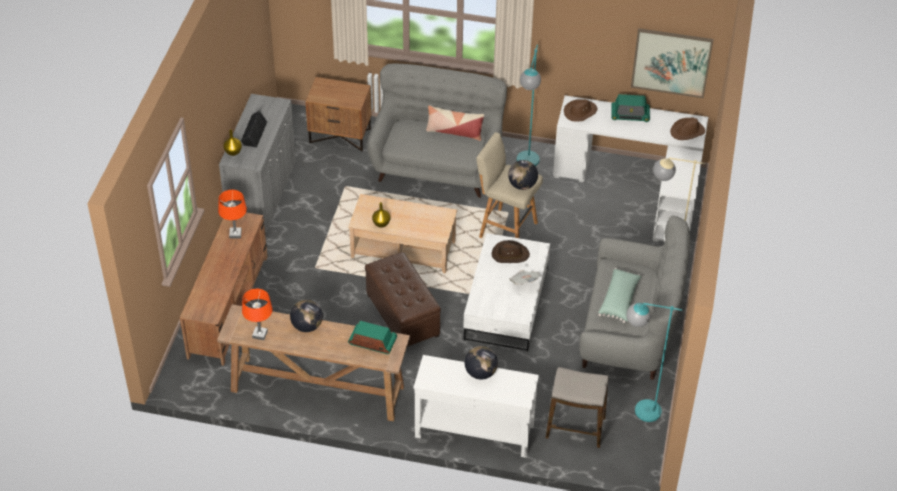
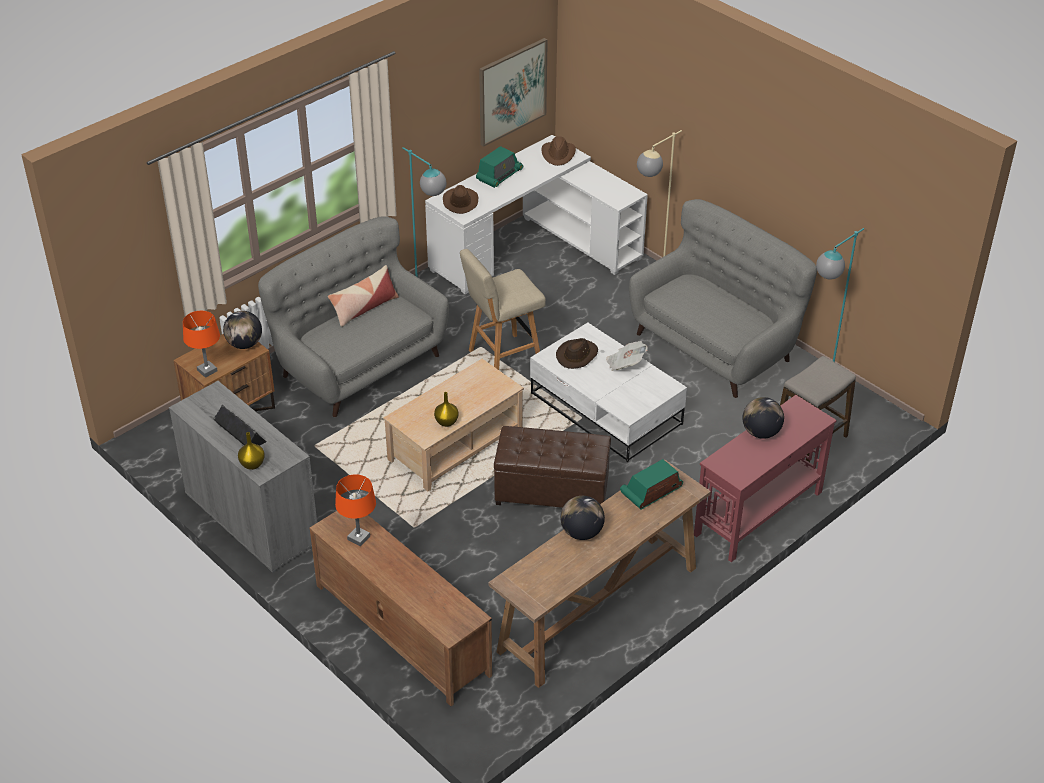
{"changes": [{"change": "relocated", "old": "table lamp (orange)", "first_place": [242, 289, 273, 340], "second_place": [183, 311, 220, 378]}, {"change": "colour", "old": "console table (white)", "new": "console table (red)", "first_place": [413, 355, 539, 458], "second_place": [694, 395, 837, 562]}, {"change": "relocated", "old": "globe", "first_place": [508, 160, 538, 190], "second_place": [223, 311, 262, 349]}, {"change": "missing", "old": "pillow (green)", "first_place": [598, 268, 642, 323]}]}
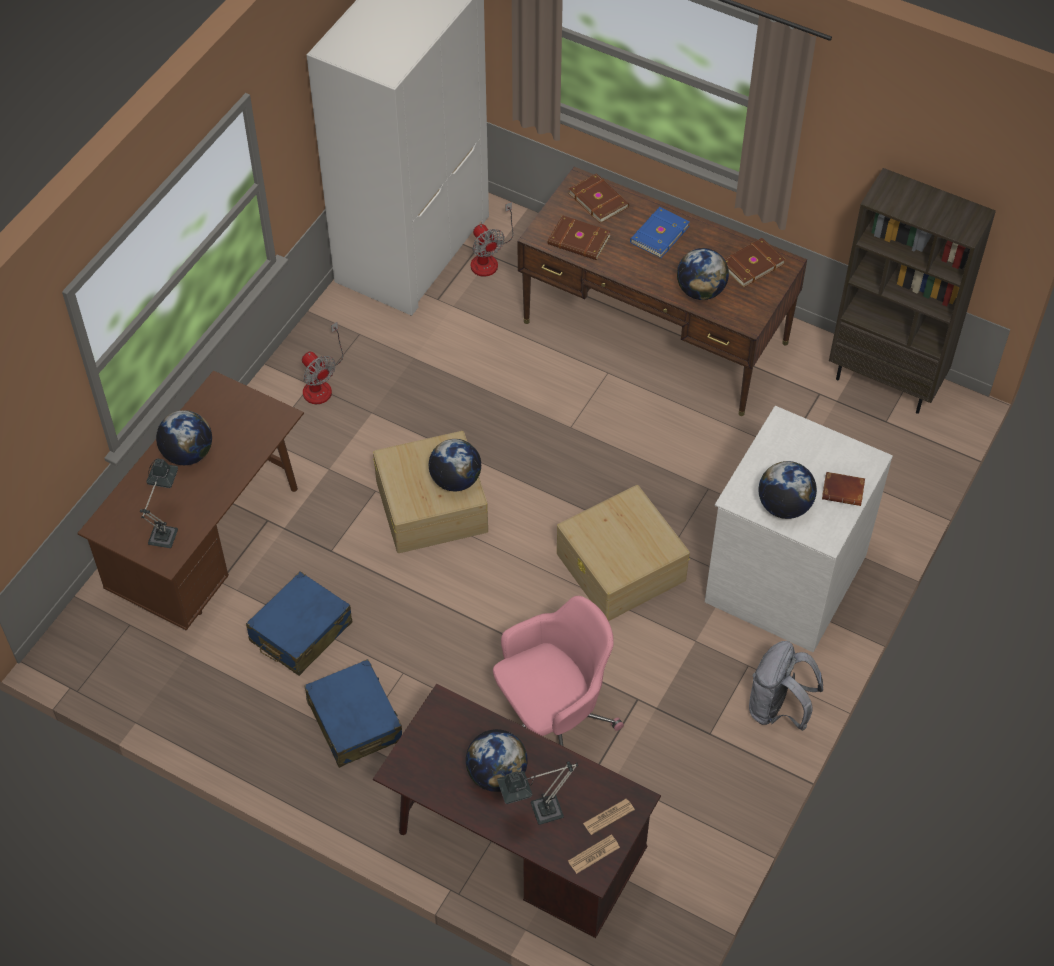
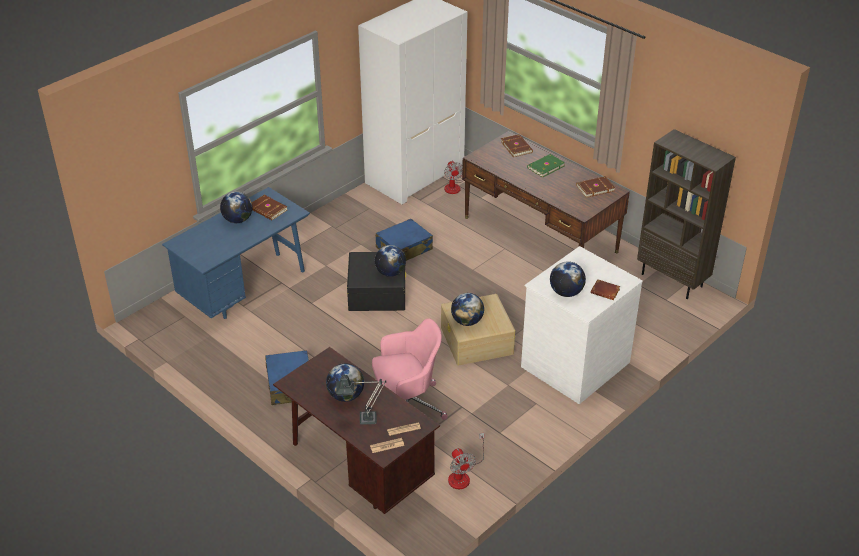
{"changes": [{"change": "colour", "old": "desk (brown)", "new": "desk (blue)", "first_place": [77, 370, 304, 630], "second_place": [162, 187, 310, 319]}, {"change": "missing", "old": "table lamp", "first_place": [140, 458, 178, 548]}, {"change": "relocated", "old": "suitcase (blue)", "first_place": [246, 572, 353, 676], "second_place": [376, 219, 433, 261]}, {"change": "relocated", "old": "fan", "first_place": [302, 322, 343, 404], "second_place": [448, 432, 485, 489]}, {"change": "colour", "old": "storage box (beige)", "new": "storage box (black)", "first_place": [373, 431, 488, 553], "second_place": [347, 252, 406, 311]}, {"change": "relocated", "old": "book (brown)", "first_place": [547, 215, 611, 260], "second_place": [252, 195, 287, 220]}, {"change": "colour", "old": "book (blue)", "new": "book (green)", "first_place": [630, 207, 689, 258], "second_place": [527, 154, 565, 178]}, {"change": "relocated", "old": "globe", "first_place": [677, 248, 729, 300], "second_place": [451, 293, 484, 326]}, {"change": "missing", "old": "backpack (grey)", "first_place": [749, 641, 823, 731]}]}
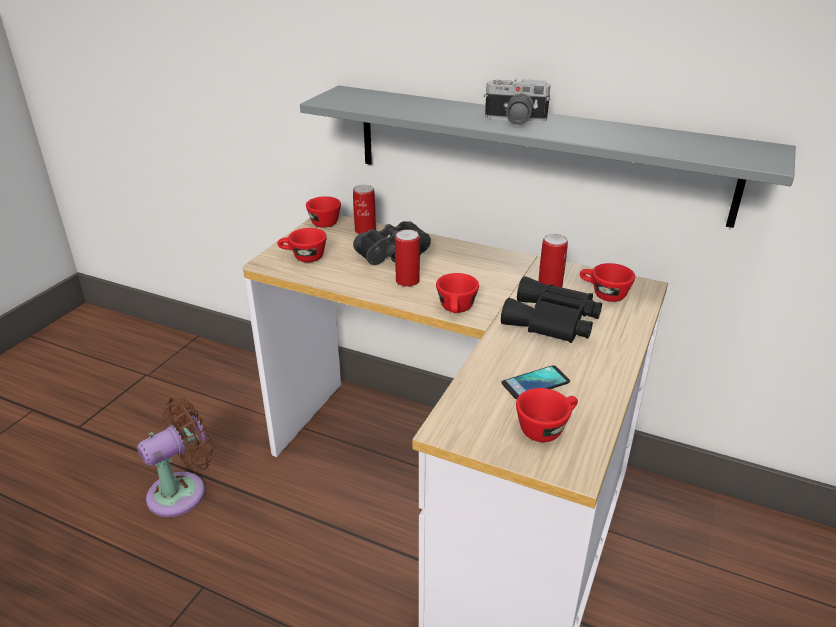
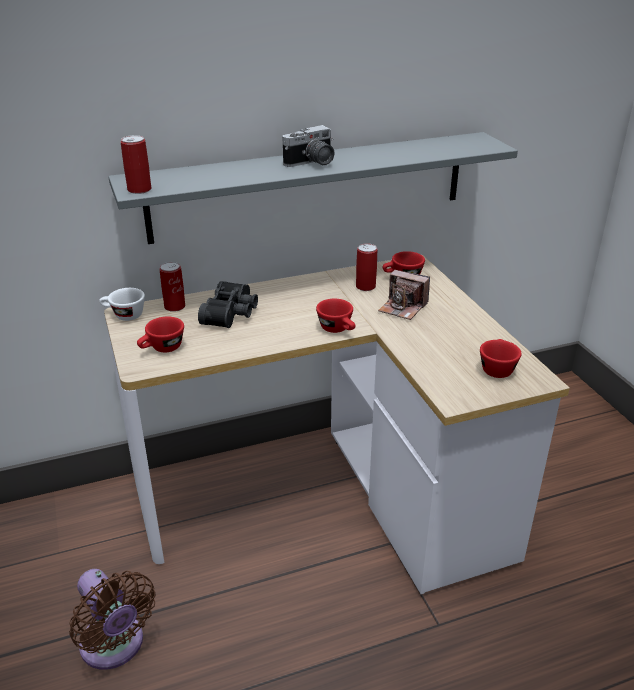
{"changes": [{"change": "spun", "old": "fan (brown)", "first_place": [137, 397, 214, 517], "second_place": [69, 569, 156, 670], "degrees": 135}, {"change": "colour", "old": "cup (red)", "new": "cup (white)", "first_place": [306, 196, 341, 228], "second_place": [99, 288, 145, 321]}, {"change": "relocated", "old": "can", "first_place": [395, 230, 420, 287], "second_place": [120, 135, 151, 194]}, {"change": "exchanged", "old": "binoculars (black)", "new": "photo camera", "first_place": [501, 276, 602, 343], "second_place": [378, 270, 430, 320]}, {"change": "missing", "old": "phone", "first_place": [501, 365, 570, 399]}]}
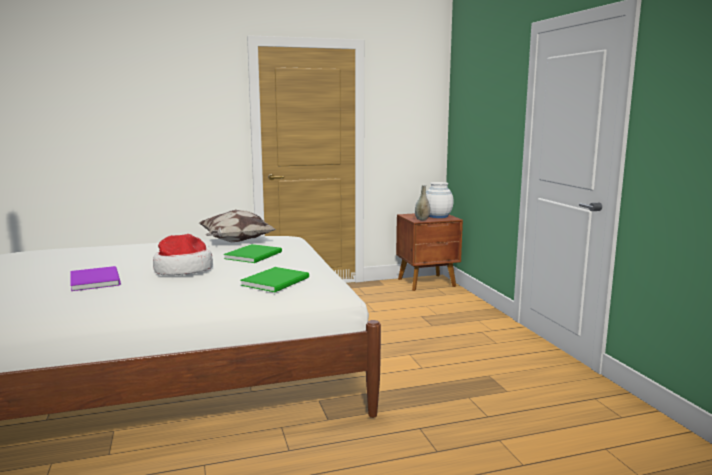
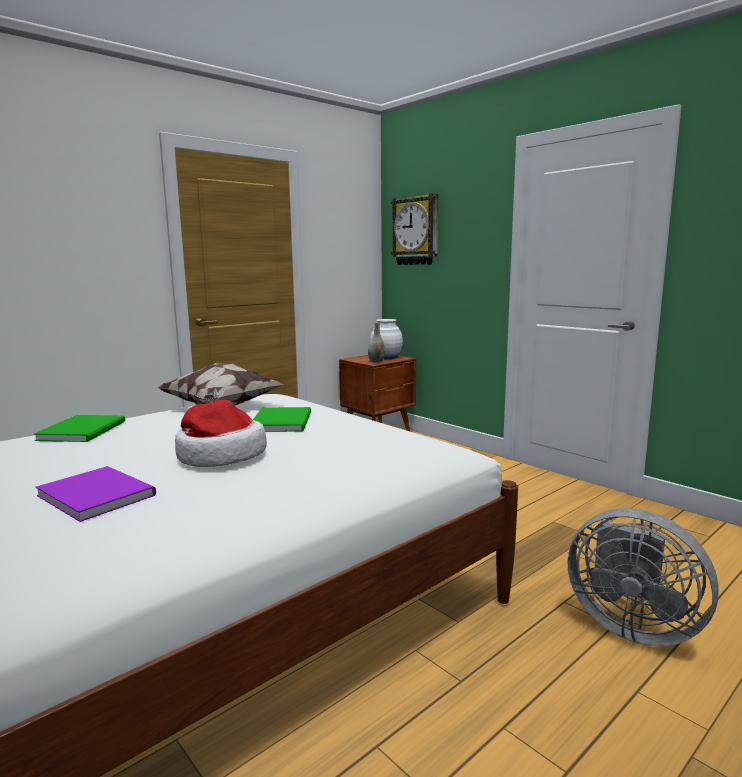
{"changes": [{"change": "relocated", "old": "book (green)", "first_place": [240, 267, 309, 292], "second_place": [34, 415, 125, 442]}, {"change": "appeared", "new": "wall clock", "second_place": [391, 194, 438, 265]}, {"change": "appeared", "new": "fan (grey)", "second_place": [568, 508, 719, 646]}]}
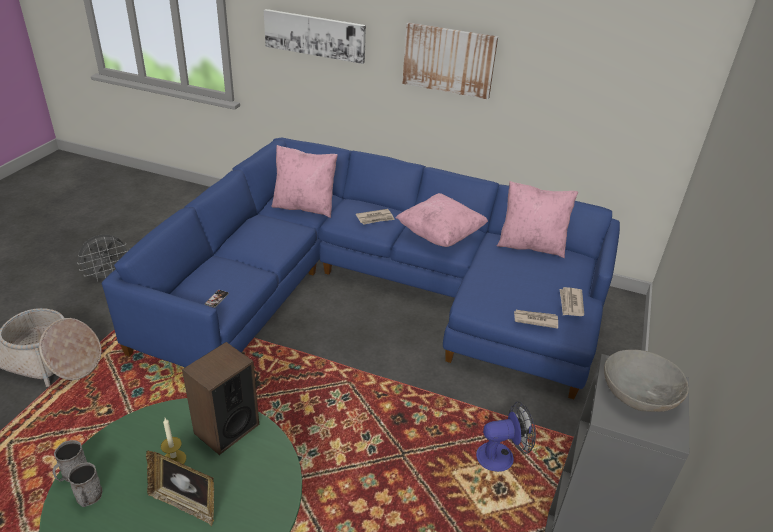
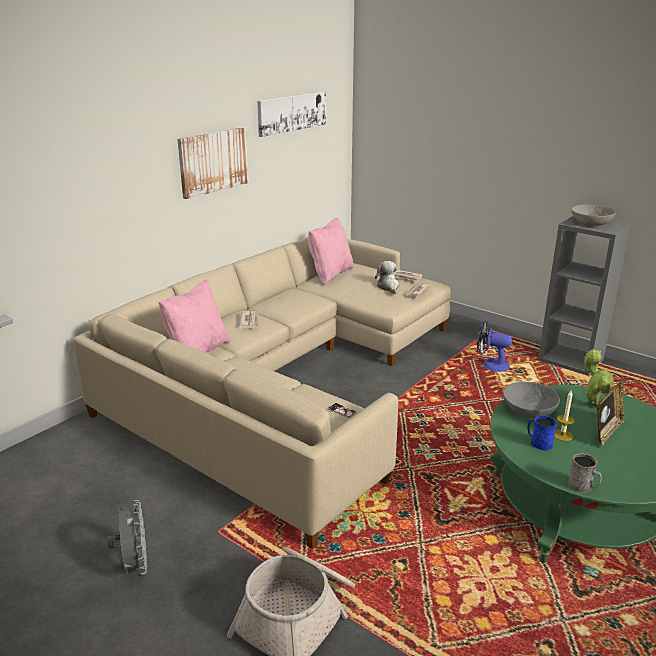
{"changes": [{"change": "missing", "old": "mug (grey)", "first_place": [68, 462, 102, 507]}, {"change": "colour", "old": "sofa (blue)", "new": "sofa (beige)", "first_place": [102, 137, 620, 399], "second_place": [73, 227, 451, 549]}, {"change": "exchanged", "old": "speaker", "new": "bowl (grey)", "first_place": [182, 342, 259, 455], "second_place": [503, 382, 560, 418]}, {"change": "relocated", "old": "picture", "first_place": [264, 9, 366, 64], "second_place": [257, 92, 326, 137]}, {"change": "missing", "old": "pillow (pink)", "first_place": [396, 193, 488, 247]}, {"change": "spun", "old": "fan", "first_place": [476, 401, 536, 472], "second_place": [477, 320, 512, 372], "degrees": -75}, {"change": "appeared", "new": "plush toy", "second_place": [375, 261, 400, 294]}, {"change": "appeared", "new": "mug (blue)", "second_place": [527, 415, 556, 451]}, {"change": "appeared", "new": "potted plant", "second_place": [584, 349, 614, 408]}]}
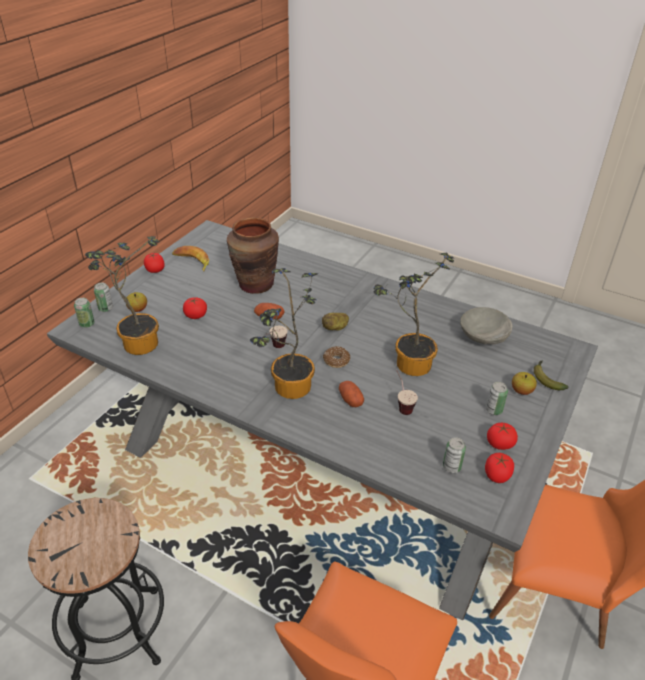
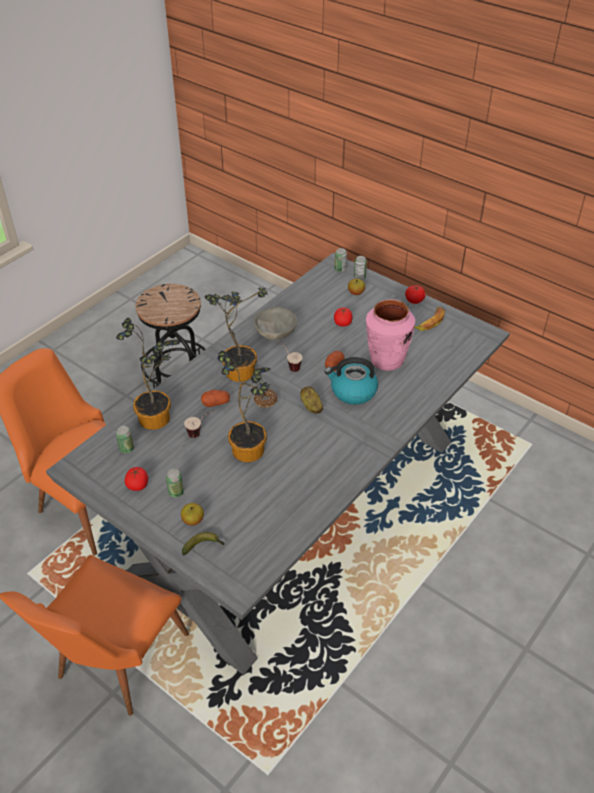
{"changes": [{"change": "relocated", "old": "potted plant", "first_place": [85, 236, 159, 355], "second_place": [116, 318, 179, 430]}, {"change": "colour", "old": "vase (brown)", "new": "vase (pink)", "first_place": [227, 217, 279, 294], "second_place": [366, 299, 415, 371]}, {"change": "relocated", "old": "bowl (grey)", "first_place": [460, 307, 512, 344], "second_place": [254, 307, 297, 340]}, {"change": "missing", "old": "tomato", "first_place": [485, 453, 514, 483]}, {"change": "appeared", "new": "kettle", "second_place": [324, 357, 378, 405]}]}
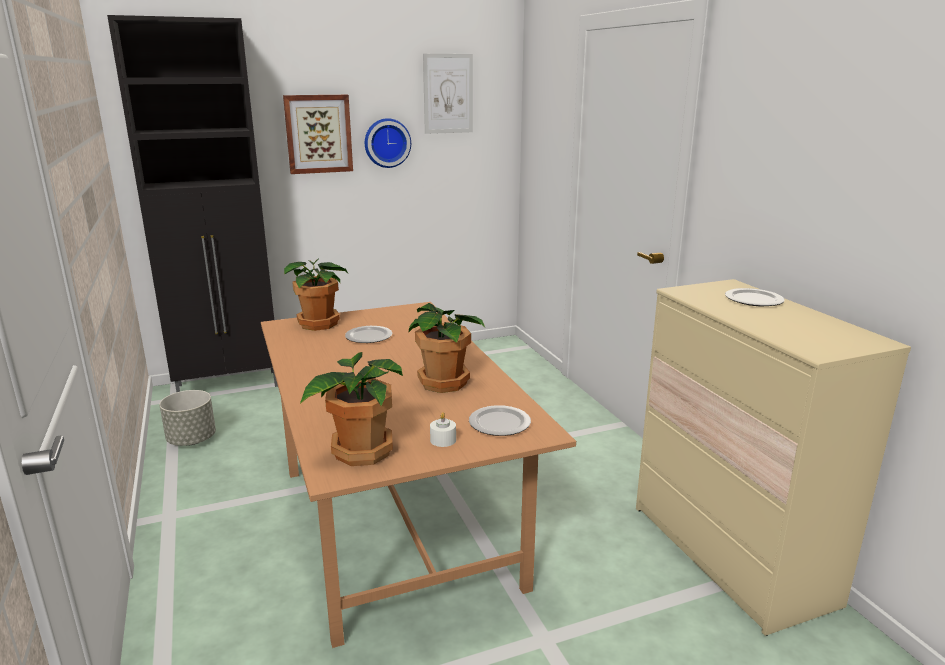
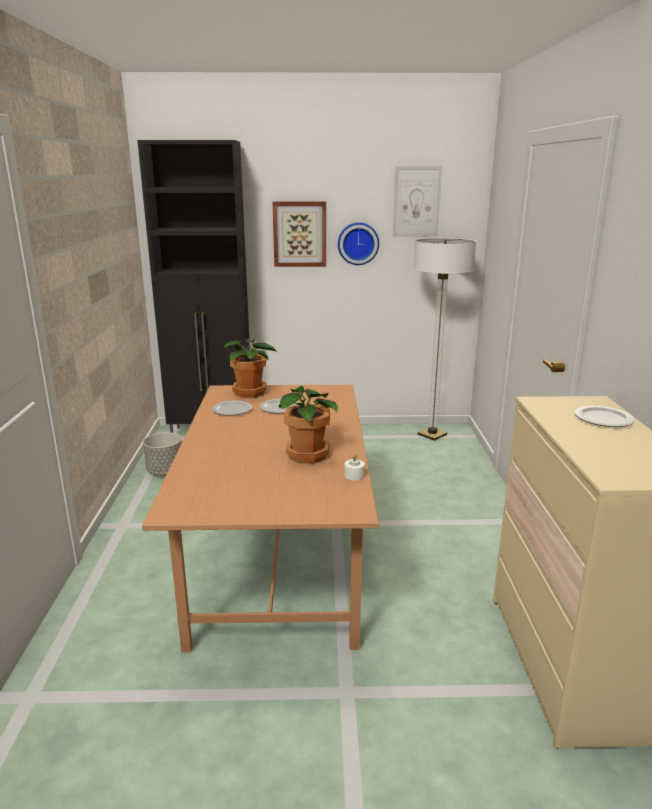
{"changes": [{"change": "missing", "old": "potted plant", "first_place": [300, 352, 403, 466]}, {"change": "relocated", "old": "candle (white)", "first_place": [430, 412, 456, 447], "second_place": [344, 454, 365, 481]}, {"change": "relocated", "old": "plate", "first_place": [469, 405, 531, 436], "second_place": [212, 401, 252, 416]}, {"change": "appeared", "new": "floor lamp", "second_place": [413, 238, 476, 441]}]}
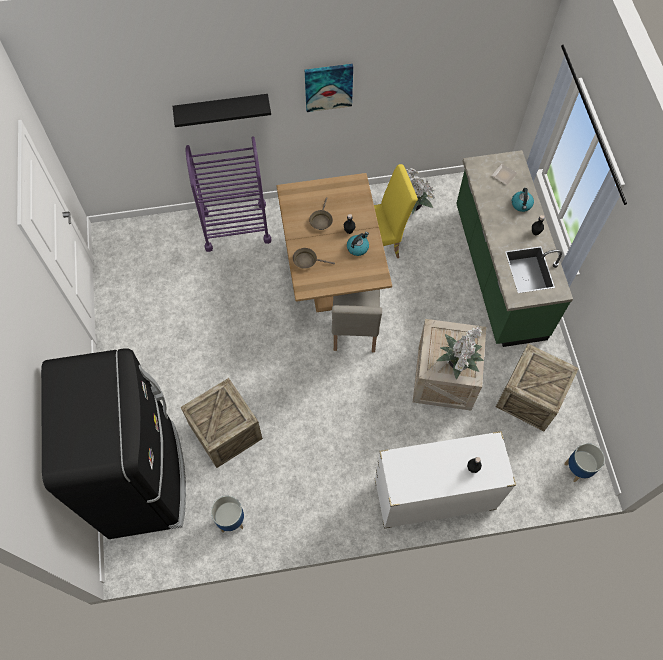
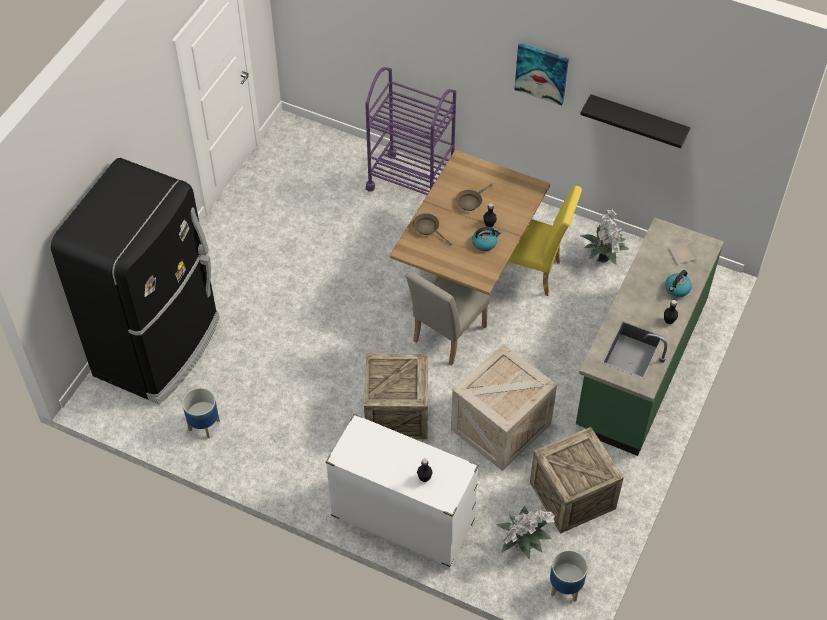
{"changes": [{"change": "relocated", "old": "shelf (black)", "first_place": [173, 94, 271, 127], "second_place": [580, 94, 690, 148]}, {"change": "relocated", "old": "crate", "first_place": [181, 378, 263, 468], "second_place": [364, 353, 428, 439]}, {"change": "relocated", "old": "potted plant", "first_place": [437, 326, 484, 380], "second_place": [496, 506, 556, 560]}]}
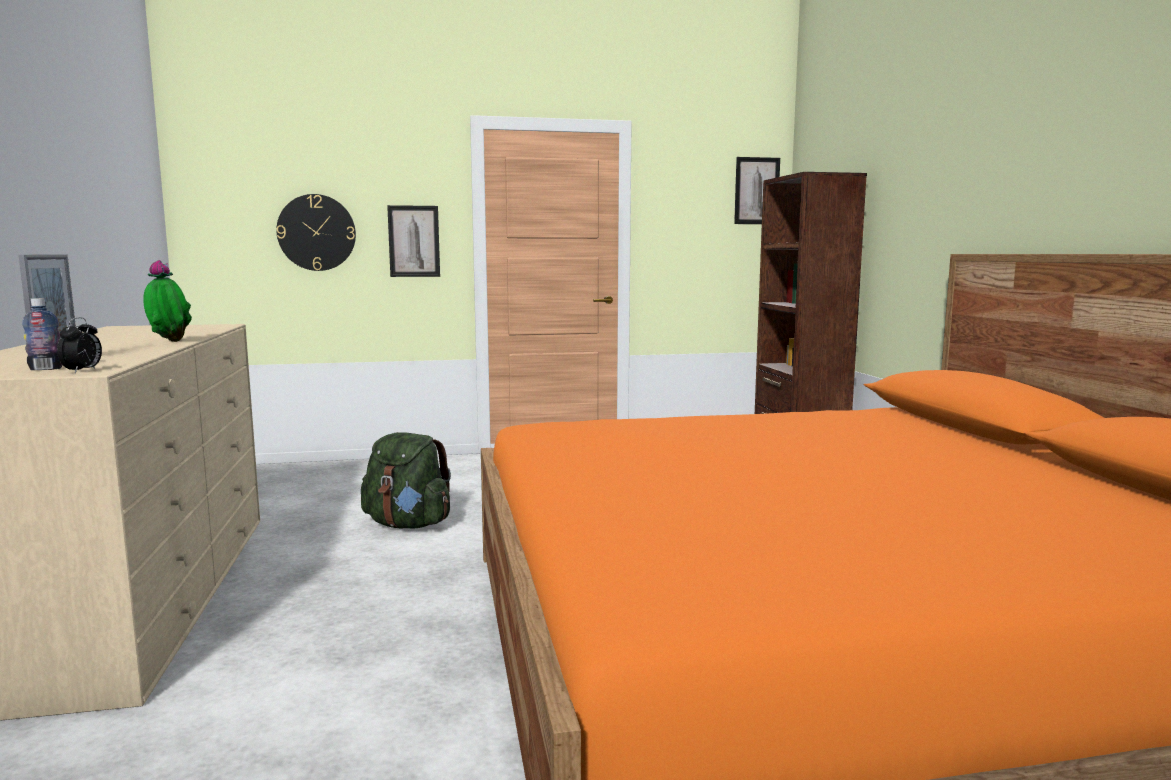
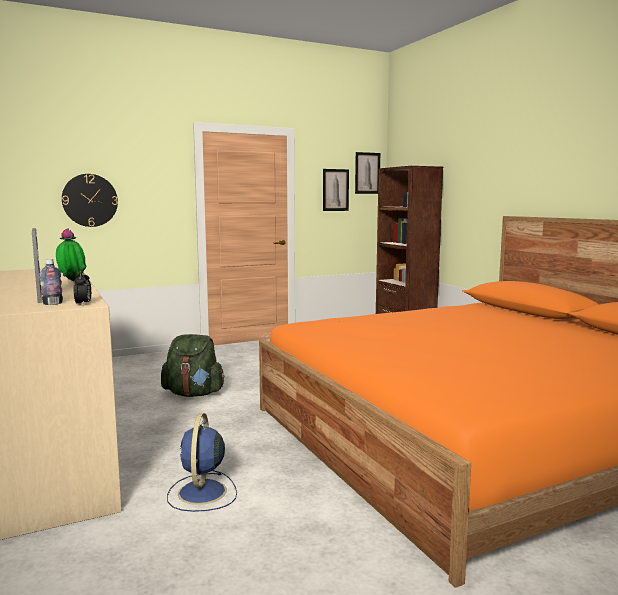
{"changes": [{"change": "relocated", "old": "picture", "first_place": [387, 205, 440, 277], "second_place": [323, 169, 349, 211]}, {"change": "appeared", "new": "fan (blue)", "second_place": [167, 413, 237, 512]}]}
